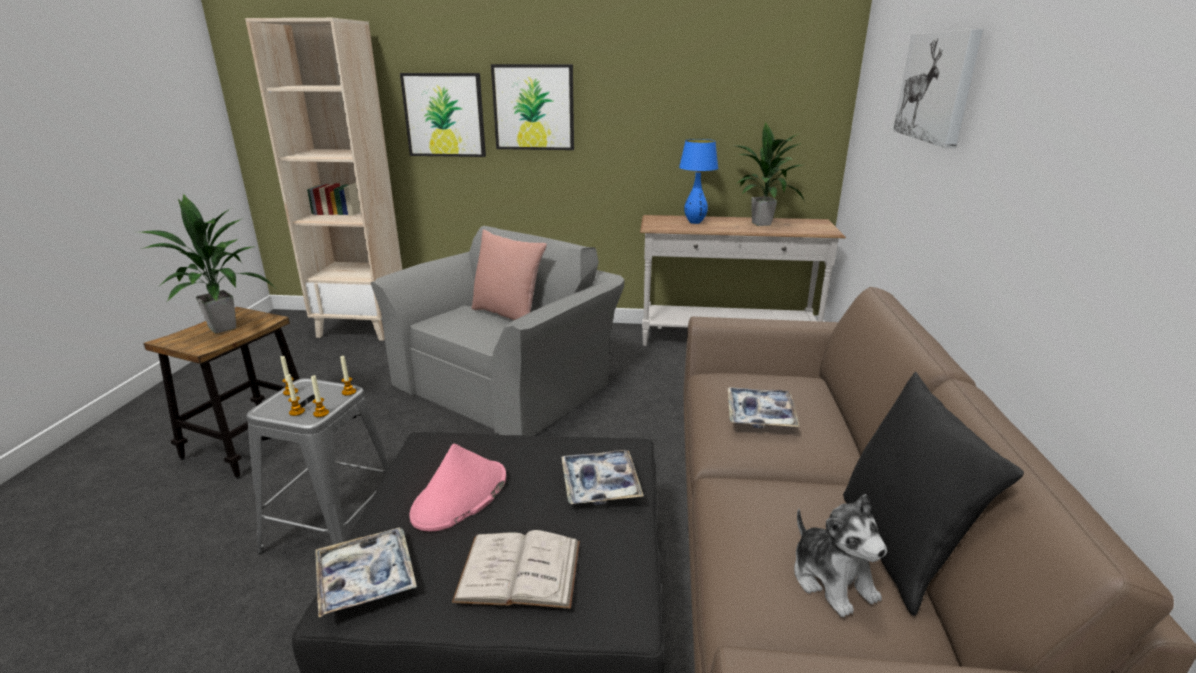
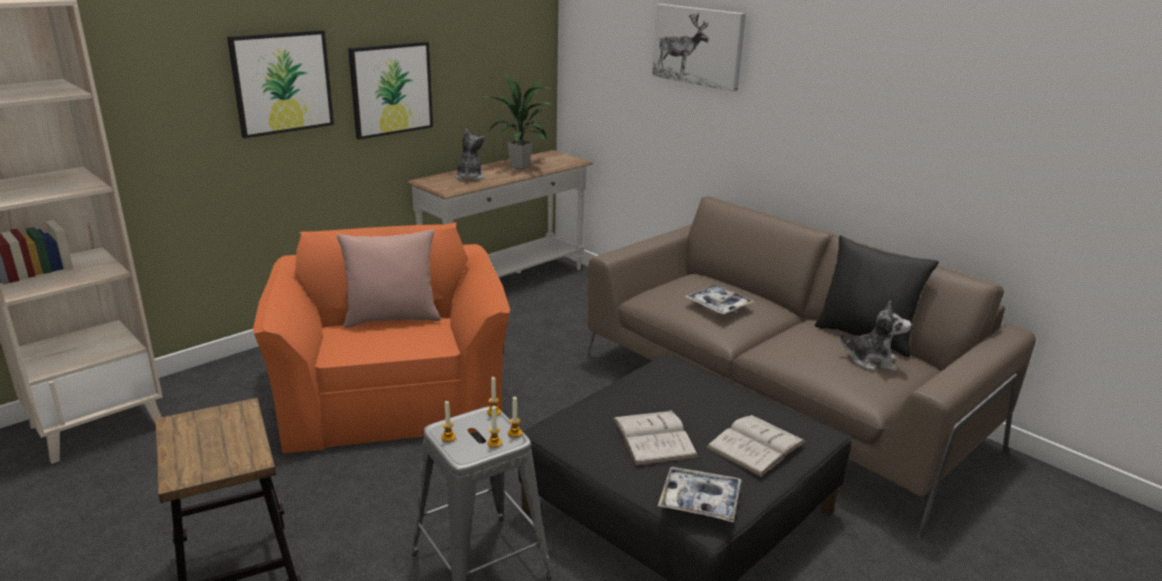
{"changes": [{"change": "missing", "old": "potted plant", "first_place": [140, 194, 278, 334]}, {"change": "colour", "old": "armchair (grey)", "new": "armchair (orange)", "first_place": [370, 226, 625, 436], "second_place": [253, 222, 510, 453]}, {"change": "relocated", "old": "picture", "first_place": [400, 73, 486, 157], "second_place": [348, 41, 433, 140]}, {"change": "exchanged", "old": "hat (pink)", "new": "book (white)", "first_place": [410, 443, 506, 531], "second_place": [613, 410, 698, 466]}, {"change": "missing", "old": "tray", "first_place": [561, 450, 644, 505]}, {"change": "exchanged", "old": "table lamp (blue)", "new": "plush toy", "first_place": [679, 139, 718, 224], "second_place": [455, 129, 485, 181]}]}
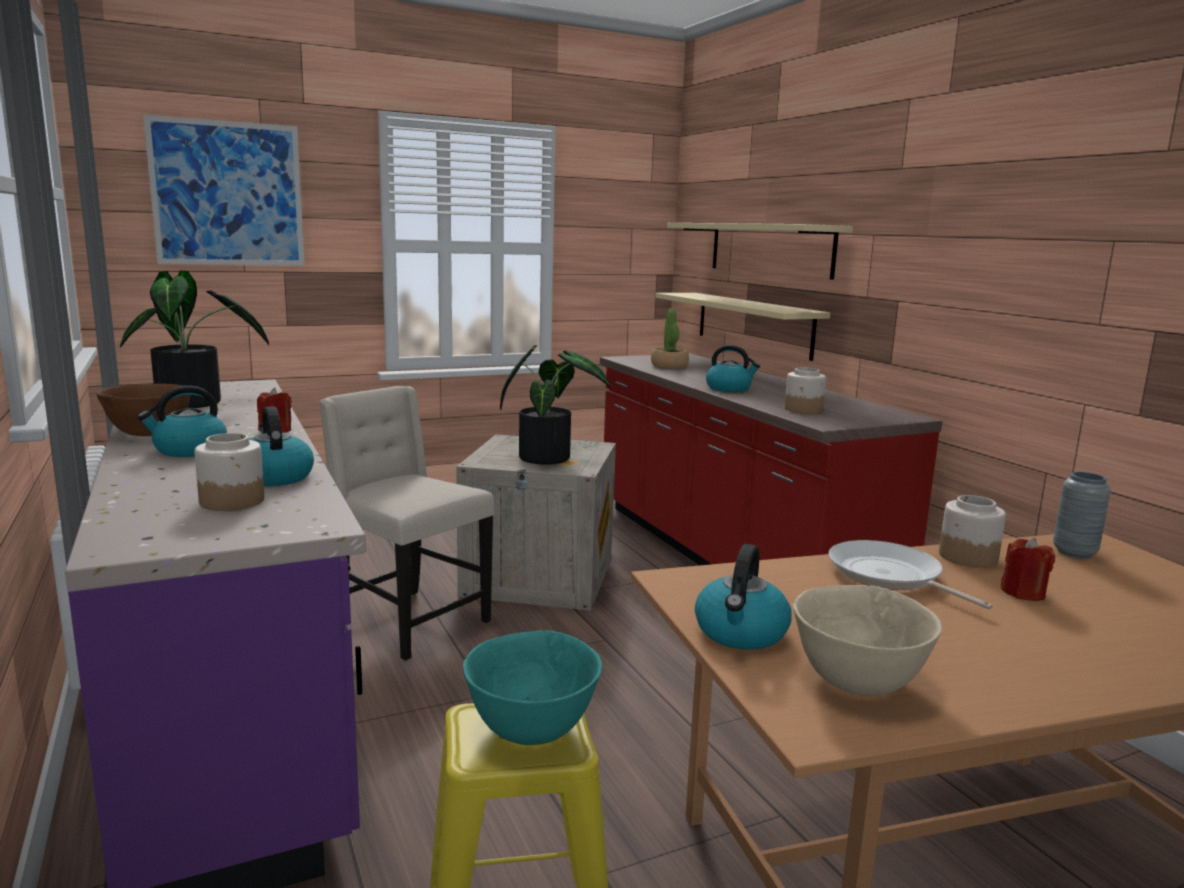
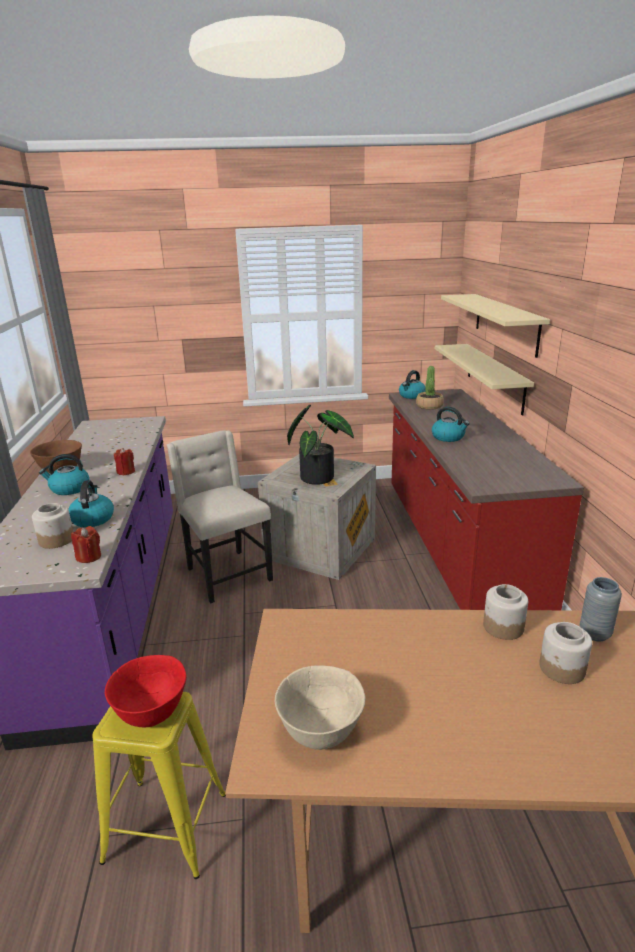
{"changes": [{"change": "missing", "old": "potted plant", "first_place": [120, 270, 269, 408]}, {"change": "missing", "old": "picture", "first_place": [143, 115, 305, 266]}, {"change": "colour", "old": "bowl (turquoise)", "new": "bowl (red)", "first_place": [463, 630, 603, 745], "second_place": [105, 655, 187, 727]}, {"change": "relocated", "old": "kettle", "first_place": [695, 544, 792, 650], "second_place": [399, 370, 426, 399]}, {"change": "relocated", "old": "jar", "first_place": [785, 368, 826, 414], "second_place": [539, 622, 592, 684]}, {"change": "missing", "old": "frying pan", "first_place": [828, 540, 993, 610]}, {"change": "relocated", "old": "candle (red)", "first_place": [1001, 538, 1055, 601], "second_place": [71, 526, 101, 563]}]}
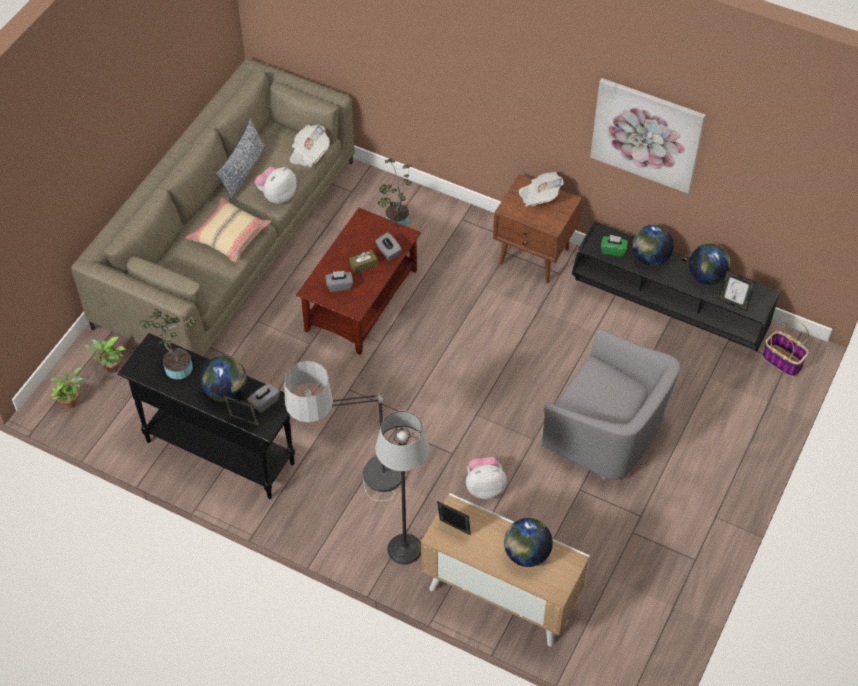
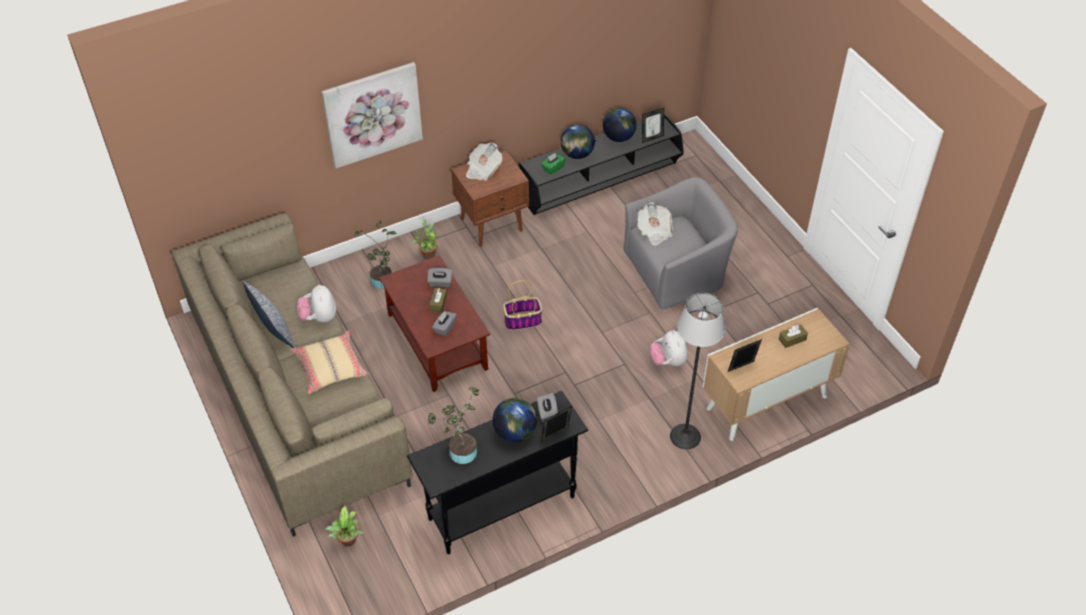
{"changes": [{"change": "relocated", "old": "potted plant", "first_place": [50, 368, 83, 409], "second_place": [411, 219, 438, 259]}, {"change": "missing", "old": "floor lamp", "first_place": [284, 361, 407, 501]}, {"change": "relocated", "old": "newspaper", "first_place": [289, 125, 330, 167], "second_place": [637, 202, 673, 246]}, {"change": "spun", "old": "plush toy", "first_place": [466, 457, 507, 499], "second_place": [649, 330, 688, 366], "degrees": -45}, {"change": "exchanged", "old": "globe", "new": "tissue box (brown)", "first_place": [504, 518, 553, 567], "second_place": [779, 325, 808, 348]}, {"change": "relocated", "old": "picture", "first_place": [590, 78, 706, 193], "second_place": [322, 62, 423, 169]}, {"change": "relocated", "old": "basket", "first_place": [762, 319, 809, 377], "second_place": [503, 280, 543, 330]}]}
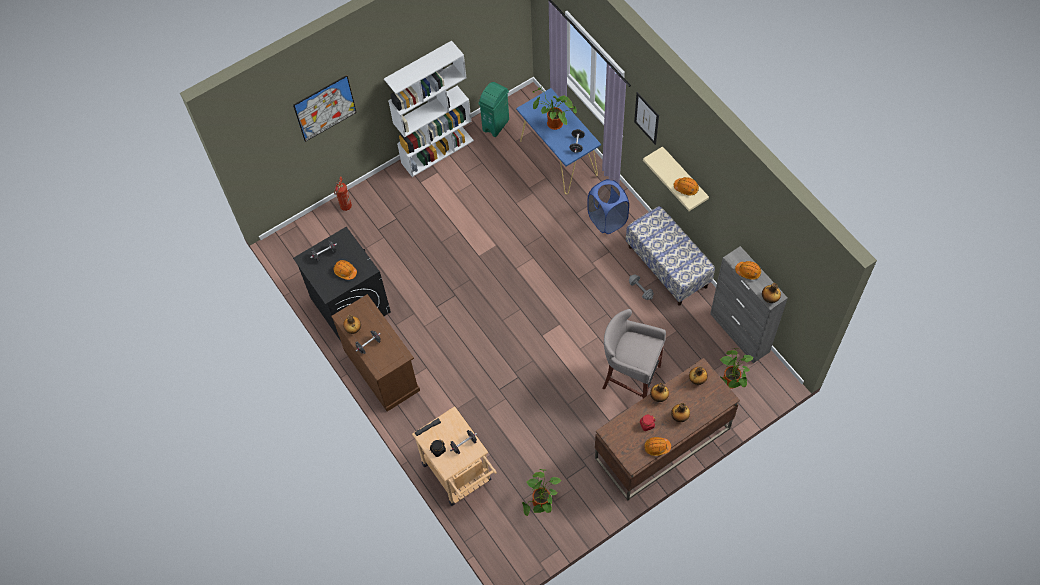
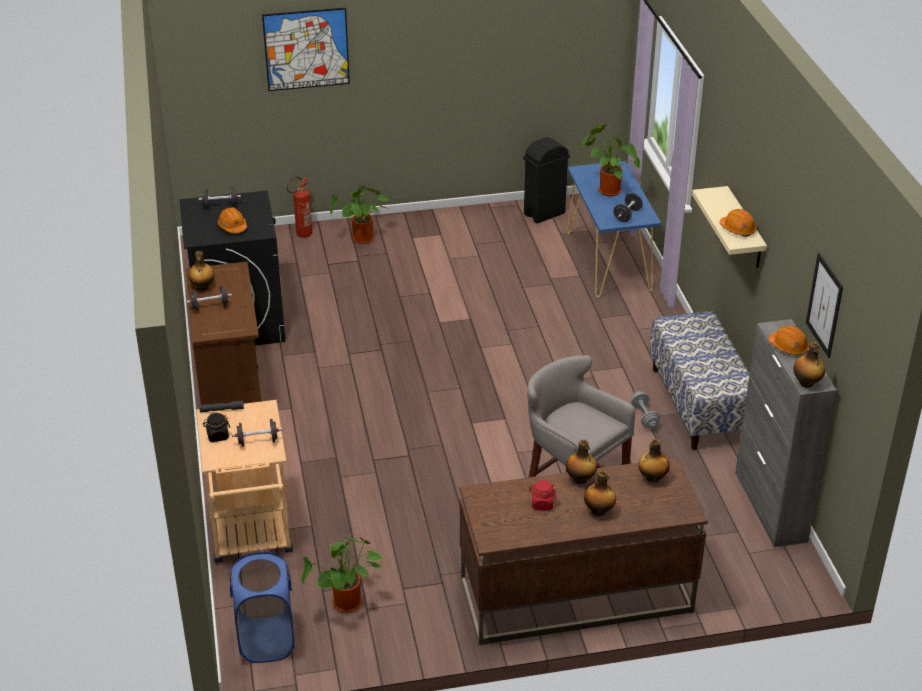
{"changes": [{"change": "missing", "old": "bookcase (white)", "first_place": [384, 41, 474, 177]}, {"change": "colour", "old": "trash can (green)", "new": "trash can (black)", "first_place": [478, 82, 509, 137], "second_place": [523, 137, 570, 223]}, {"change": "relocated", "old": "laundry basket (blue)", "first_place": [587, 179, 629, 234], "second_place": [230, 552, 295, 663]}, {"change": "relocated", "old": "picture", "first_place": [634, 92, 659, 145], "second_place": [806, 253, 843, 358]}, {"change": "missing", "old": "hard hat (orange)", "first_place": [644, 437, 671, 456]}, {"change": "relocated", "old": "potted plant", "first_place": [719, 348, 754, 388], "second_place": [330, 185, 390, 244]}]}
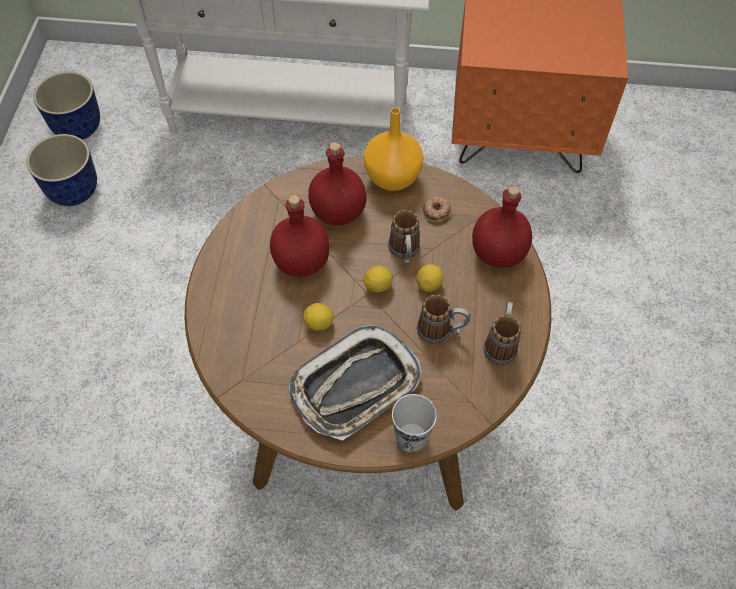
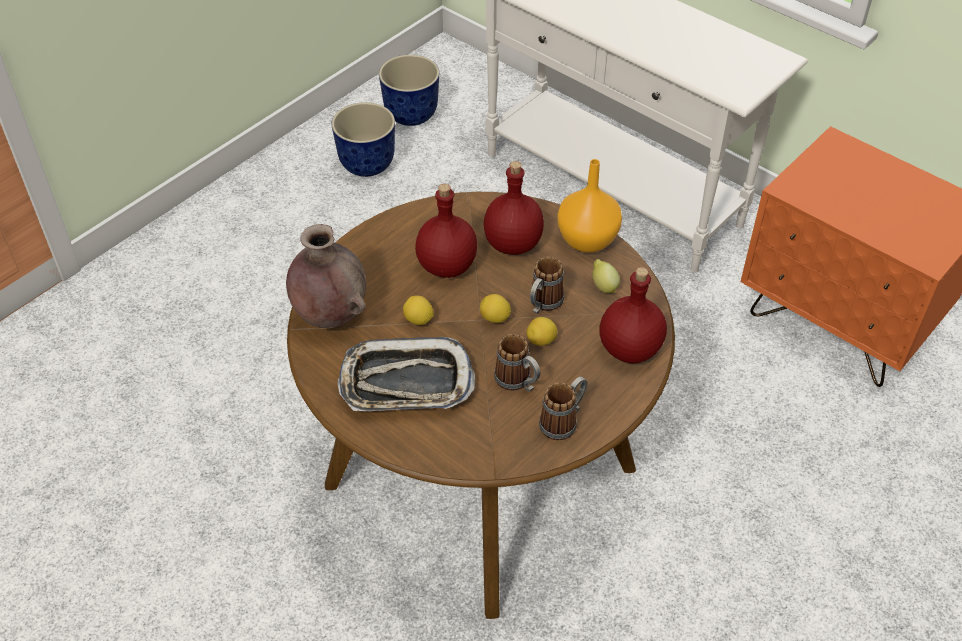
{"changes": [{"change": "missing", "old": "cup", "first_place": [392, 394, 437, 452]}, {"change": "exchanged", "old": "donut", "new": "lemon", "first_place": [423, 196, 451, 222], "second_place": [592, 259, 620, 293]}, {"change": "appeared", "new": "vase (brown)", "second_place": [286, 224, 366, 328]}]}
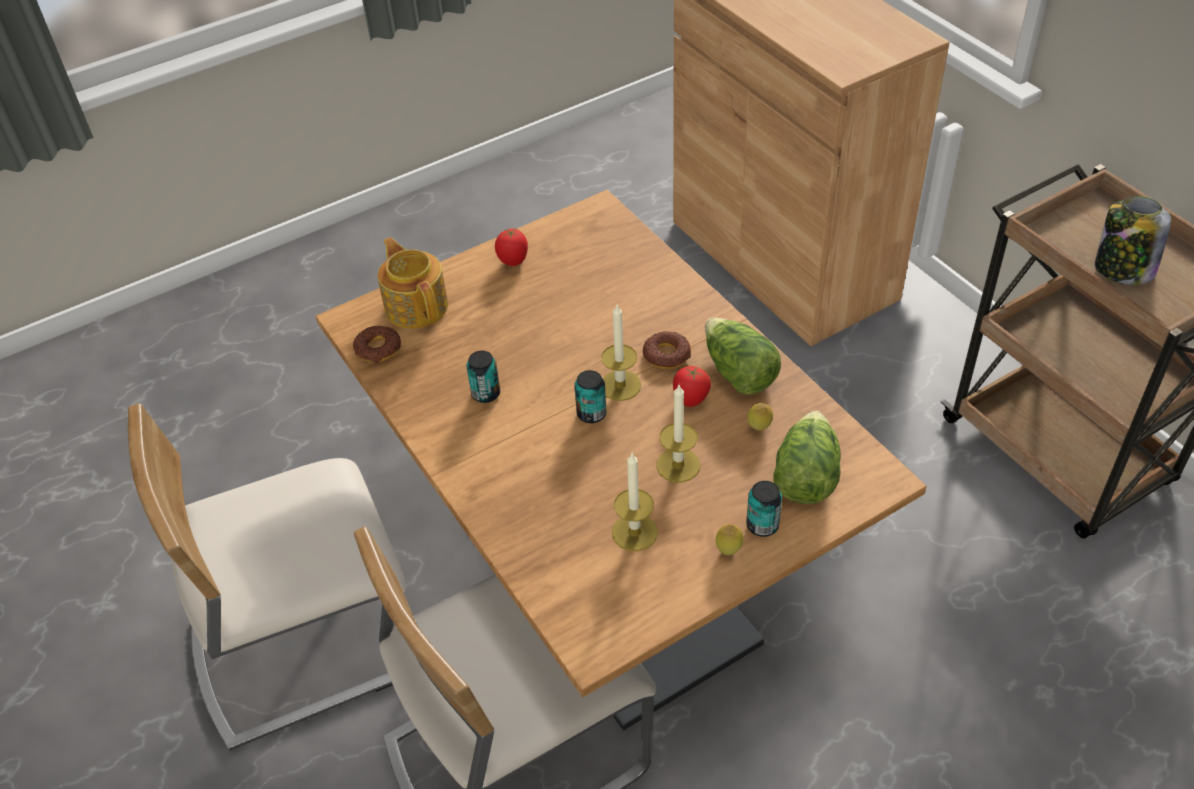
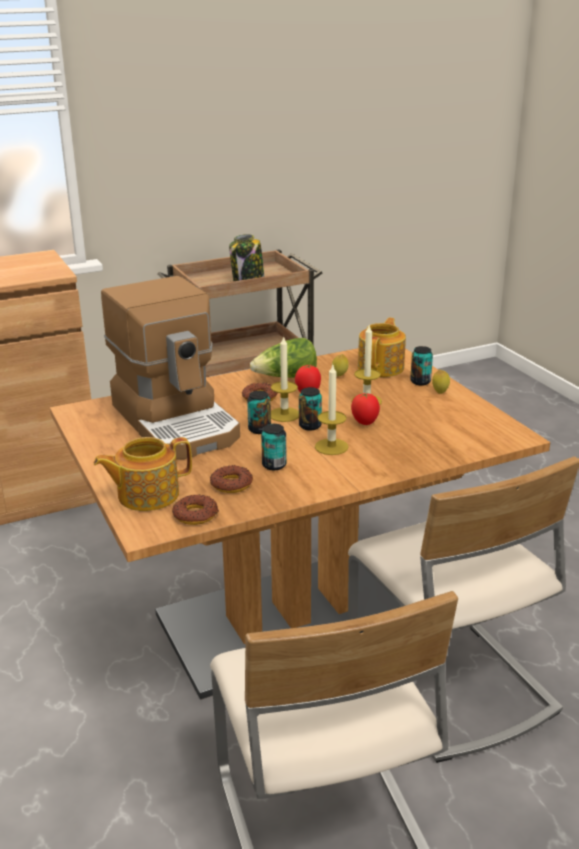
{"changes": [{"change": "relocated", "old": "tomato", "first_place": [495, 228, 528, 266], "second_place": [351, 393, 380, 425]}, {"change": "relocated", "old": "candle", "first_place": [612, 453, 658, 551], "second_place": [315, 365, 349, 455]}, {"change": "exchanged", "old": "lettuce", "new": "teapot", "first_place": [773, 411, 841, 504], "second_place": [358, 318, 406, 377]}, {"change": "appeared", "new": "coffee machine", "second_place": [101, 276, 240, 460]}, {"change": "appeared", "new": "donut", "second_place": [210, 465, 253, 493]}, {"change": "appeared", "new": "can", "second_place": [247, 391, 271, 434]}]}
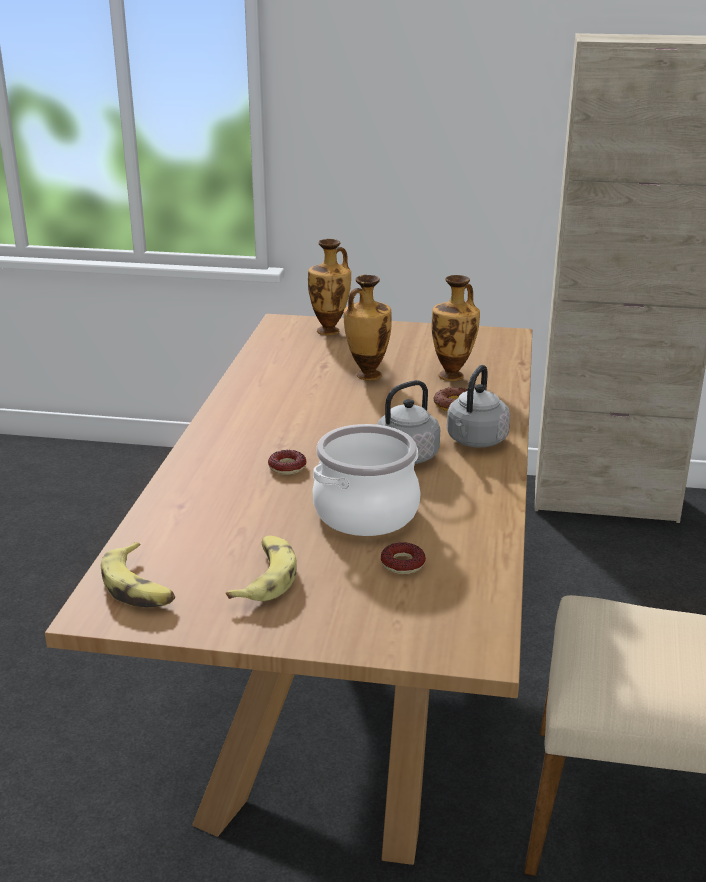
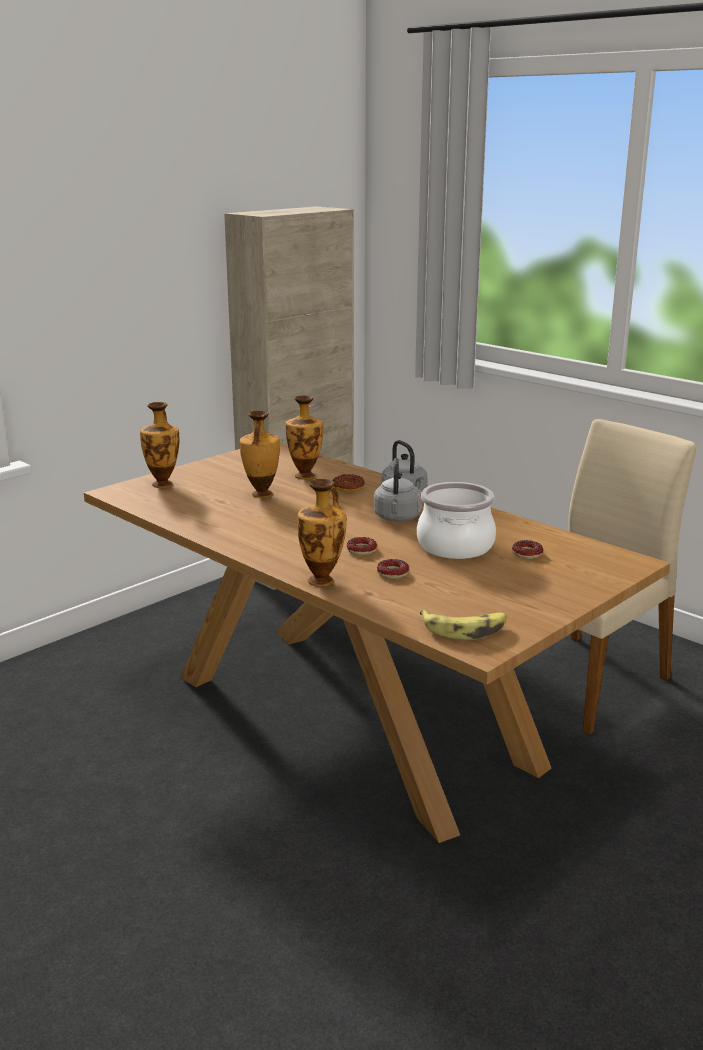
{"changes": [{"change": "missing", "old": "banana", "first_place": [226, 535, 296, 601]}, {"change": "appeared", "new": "vase", "second_place": [298, 478, 347, 587]}, {"change": "appeared", "new": "donut", "second_place": [377, 559, 409, 579]}]}
